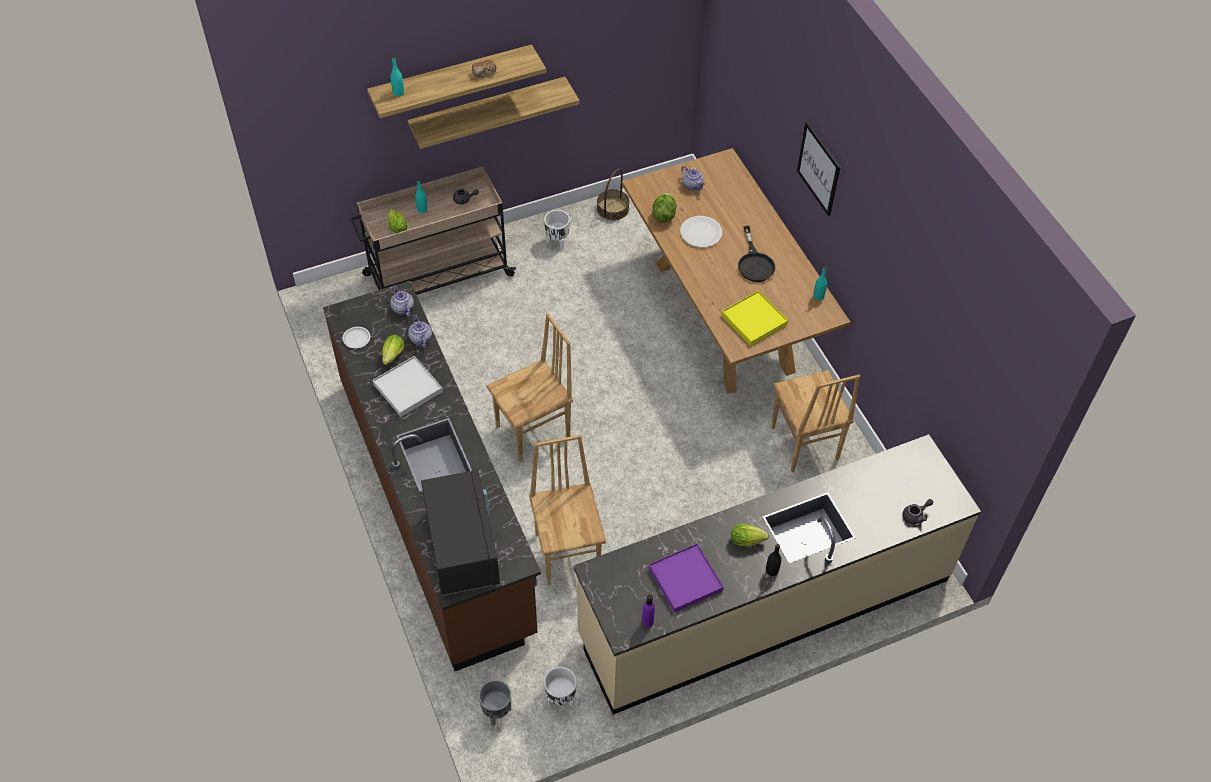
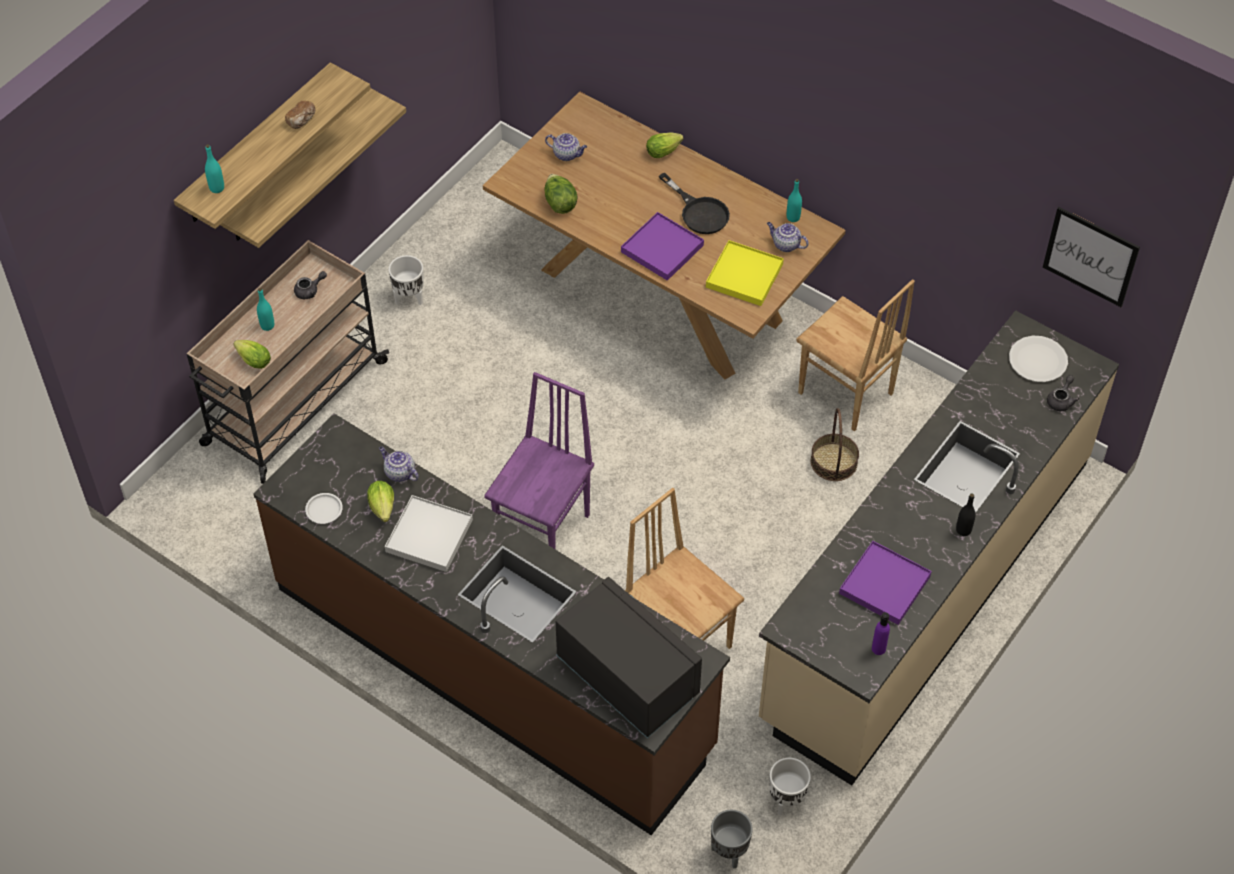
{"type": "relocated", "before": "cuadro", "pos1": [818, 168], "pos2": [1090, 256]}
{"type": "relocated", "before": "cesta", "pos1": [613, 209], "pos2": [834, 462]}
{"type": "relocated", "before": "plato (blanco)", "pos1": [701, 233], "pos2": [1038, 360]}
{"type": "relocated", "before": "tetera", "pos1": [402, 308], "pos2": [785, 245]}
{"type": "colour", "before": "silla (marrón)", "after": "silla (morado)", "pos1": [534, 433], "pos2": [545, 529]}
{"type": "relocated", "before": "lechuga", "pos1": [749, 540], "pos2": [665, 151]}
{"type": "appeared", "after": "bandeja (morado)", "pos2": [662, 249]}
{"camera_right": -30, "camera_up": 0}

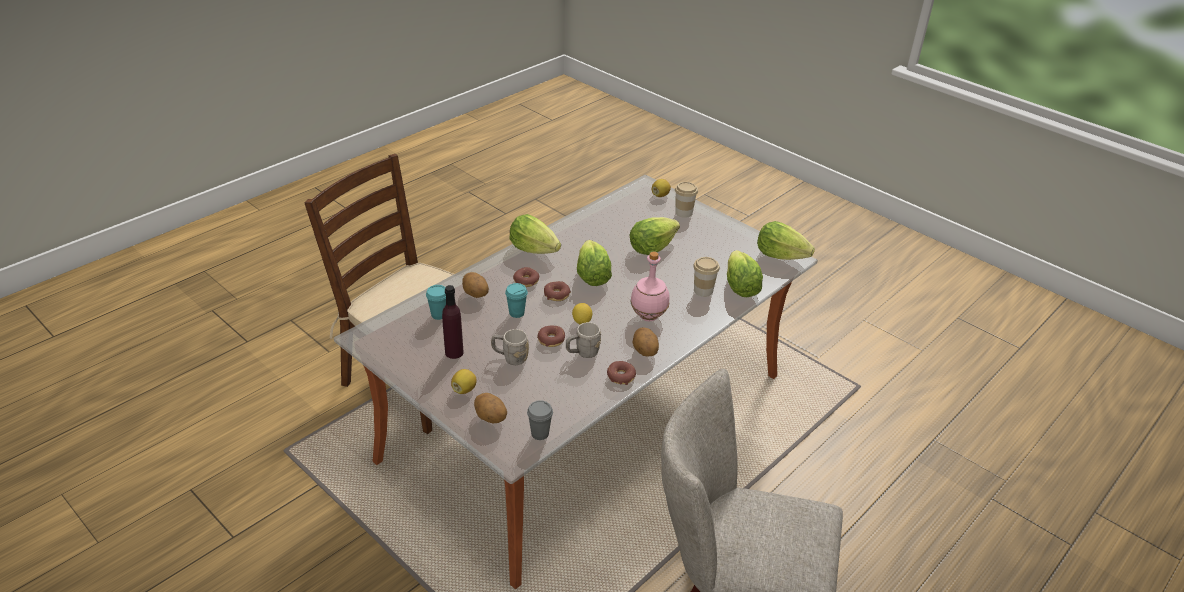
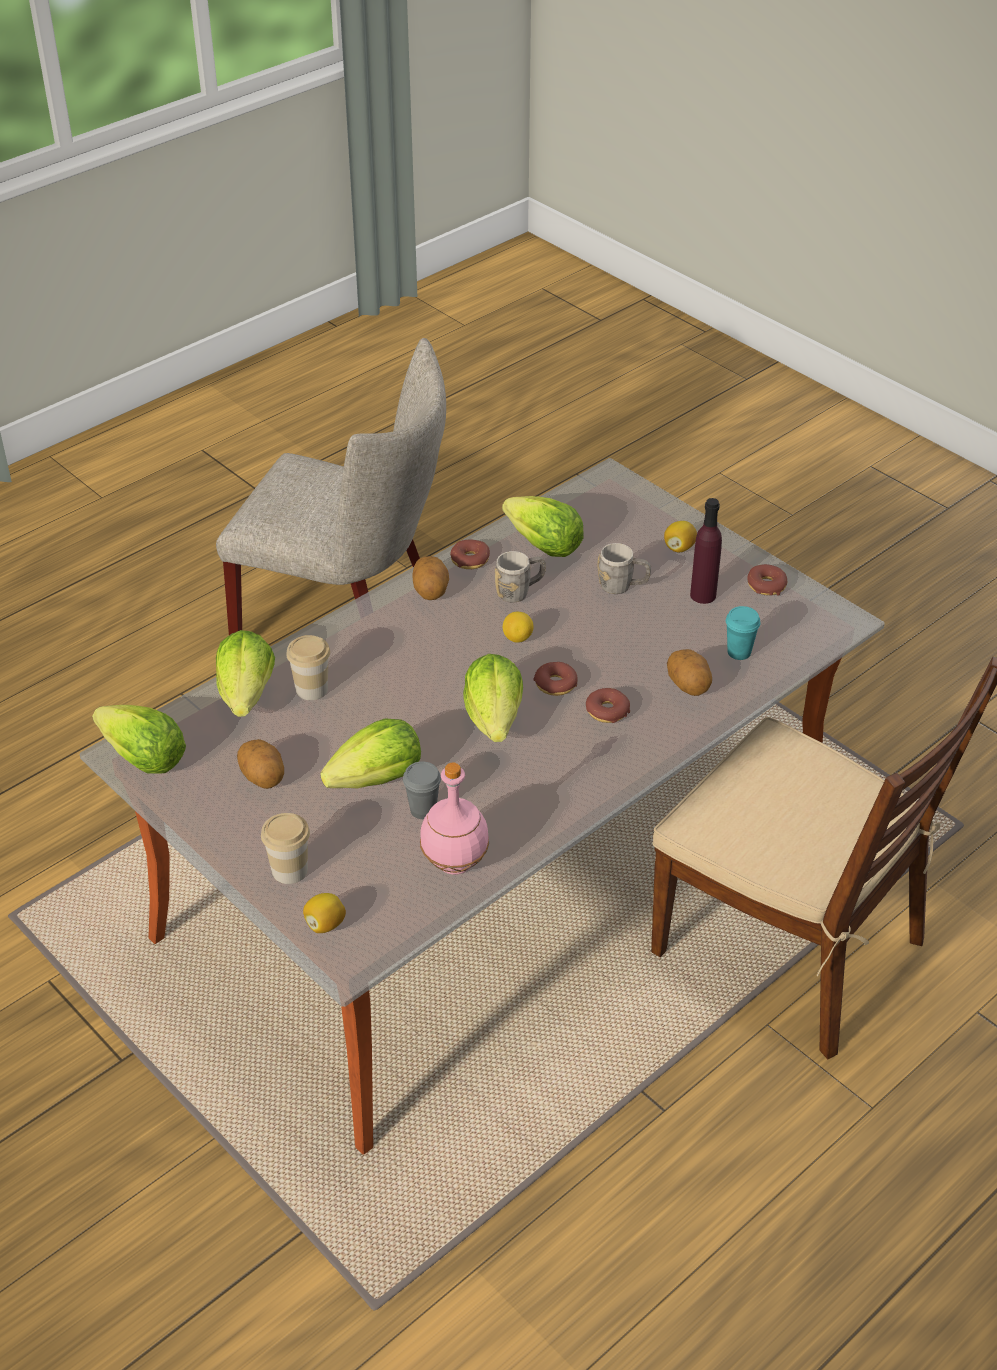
{"type": "relocated", "before": "lechuga", "pos1": [533, 249], "pos2": [544, 546]}
{"type": "relocated", "before": "botella (rosa)", "pos1": [648, 316], "pos2": [456, 864]}
{"type": "missing", "before": "taza (turquesa)", "pos1": [516, 313]}
{"type": "relocated", "before": "rosquilla", "pos1": [551, 340], "pos2": [766, 585]}
{"type": "relocated", "before": "patata", "pos1": [490, 418], "pos2": [263, 778]}
{"type": "relocated", "before": "taza (gris)", "pos1": [540, 434], "pos2": [423, 810]}
{"camera_right": -175, "camera_up": 5}

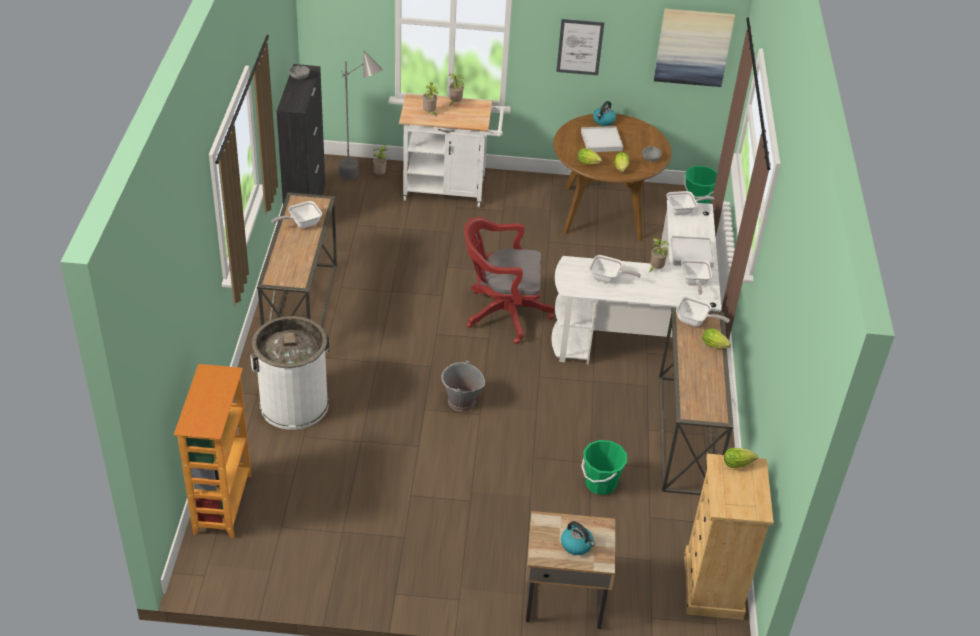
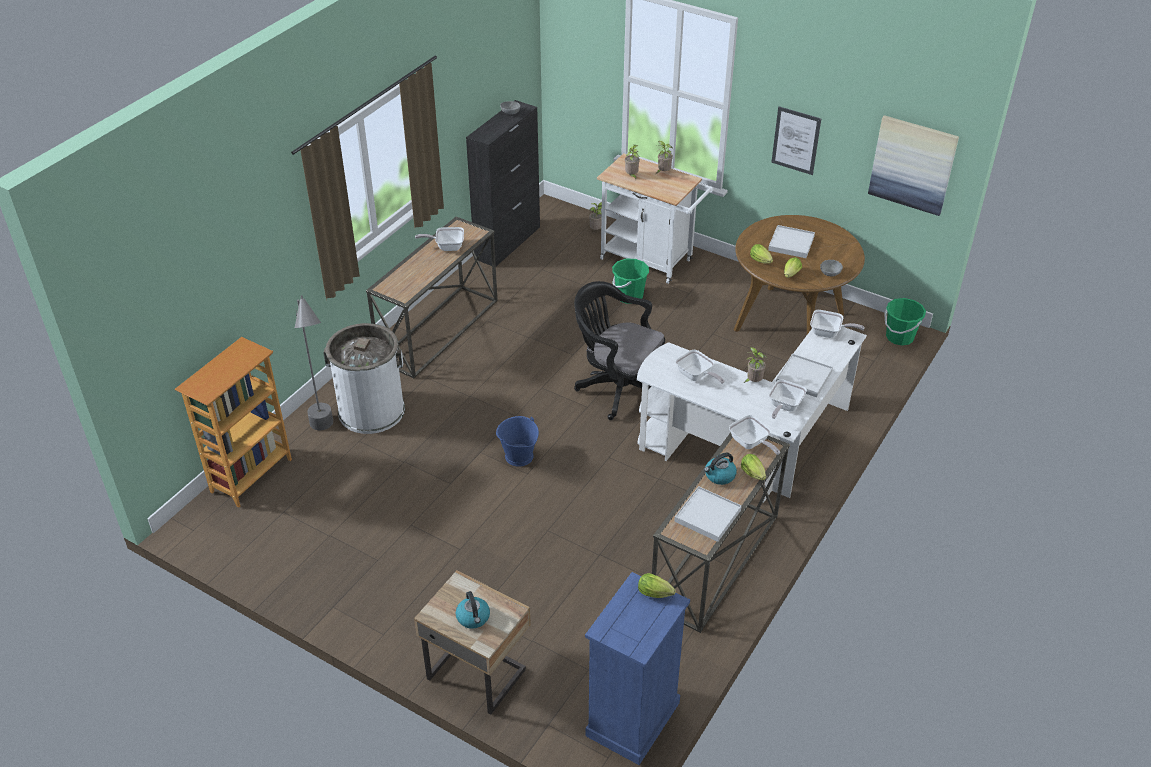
{"type": "relocated", "before": "lámpara de pie (gris)", "pos1": [360, 180], "pos2": [326, 435]}
{"type": "relocated", "before": "hervidor", "pos1": [603, 121], "pos2": [719, 476]}
{"type": "colour", "before": "silla de oficina (rojo)", "after": "silla de oficina (negro)", "pos1": [502, 313], "pos2": [617, 387]}
{"type": "colour", "before": "cubo (gris)", "after": "cubo (azul)", "pos1": [461, 401], "pos2": [518, 456]}
{"type": "relocated", "before": "cubo (verde)", "pos1": [600, 483], "pos2": [629, 296]}
{"type": "colour", "before": "cómoda (beis)", "after": "cómoda (azul)", "pos1": [713, 586], "pos2": [633, 719]}
{"type": "appeared", "after": "bandeja (blanco)", "pos2": [707, 516]}
{"camera_right": 30, "camera_up": 0}

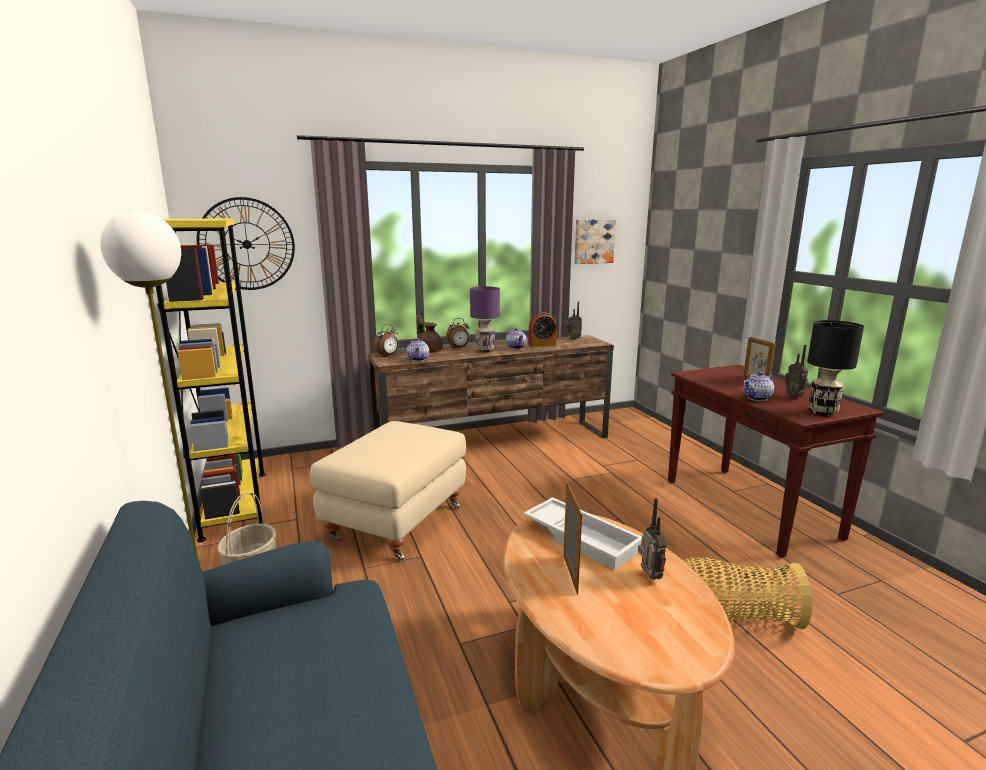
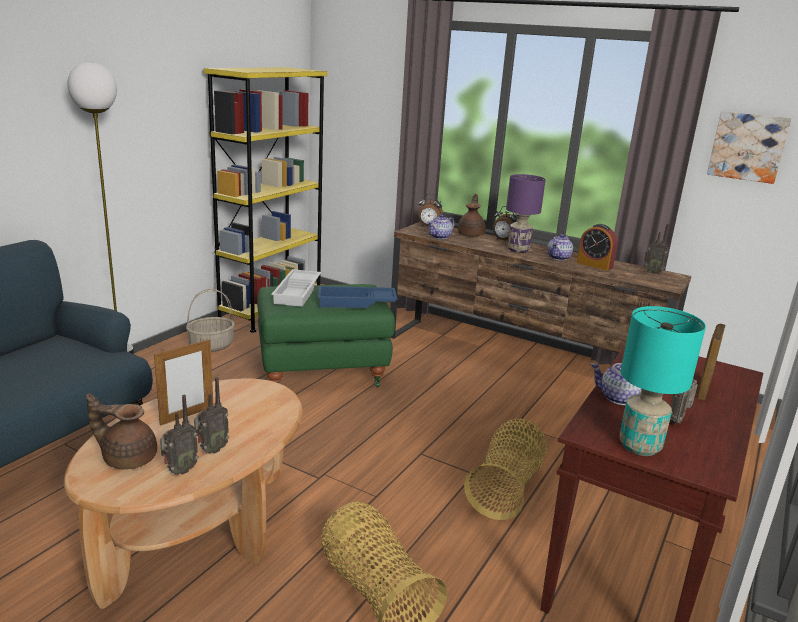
{"type": "missing", "before": "reloj de pared", "pos1": [247, 244]}
{"type": "colour", "before": "lámpara de mesa (negro)", "after": "lámpara de mesa (turquesa)", "pos1": [823, 412], "pos2": [639, 447]}
{"type": "colour", "before": "puf (beis)", "after": "puf (verde)", "pos1": [396, 521], "pos2": [323, 370]}
{"type": "relocated", "before": "bandeja (blanco)", "pos1": [582, 538], "pos2": [298, 292]}
{"type": "appeared", "after": "bandeja (azul)", "pos2": [356, 302]}
{"type": "appeared", "after": "tetera (marrón)", "pos2": [128, 458]}
{"type": "appeared", "after": "radio", "pos2": [179, 471]}
{"type": "appeared", "after": "cesta", "pos2": [506, 487]}
{"camera_right": 50, "camera_up": 5}

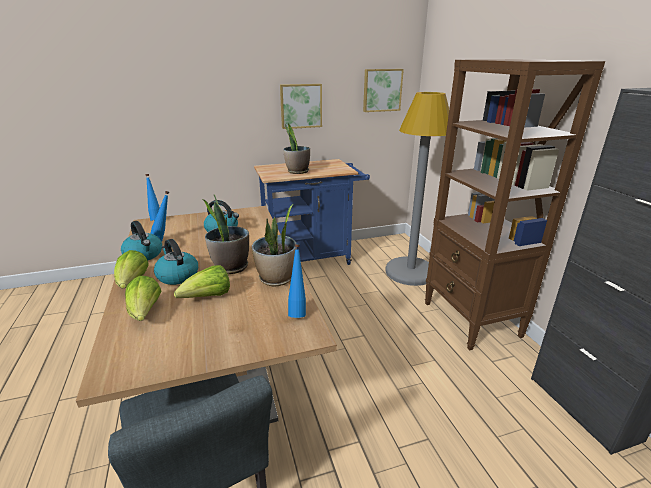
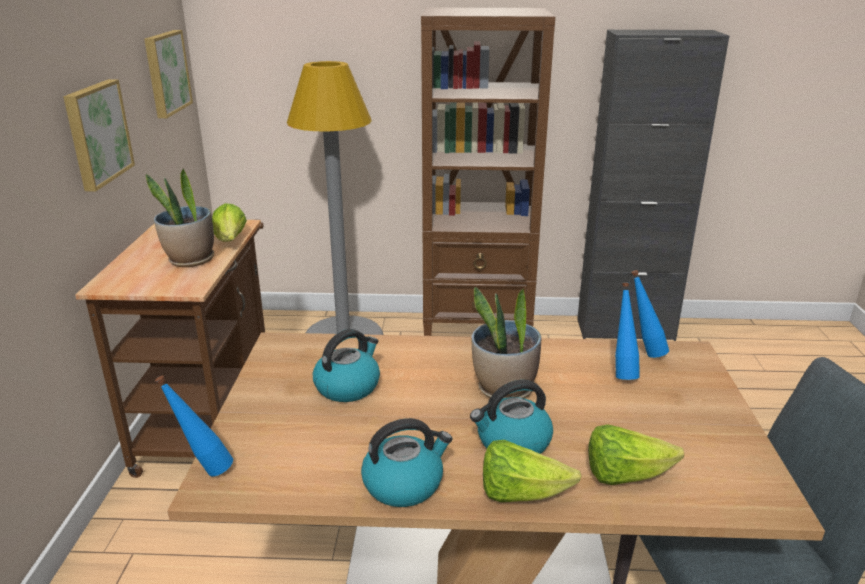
{"type": "colour", "before": "carrito (azul)", "after": "carrito (marrón)", "pos1": [312, 258], "pos2": [211, 419]}
{"type": "relocated", "before": "botella (azul)", "pos1": [164, 240], "pos2": [622, 373]}
{"type": "missing", "before": "planta en maceta", "pos1": [276, 279]}
{"type": "relocated", "before": "lechuga", "pos1": [208, 297], "pos2": [231, 241]}
{"camera_right": -70, "camera_up": 0}

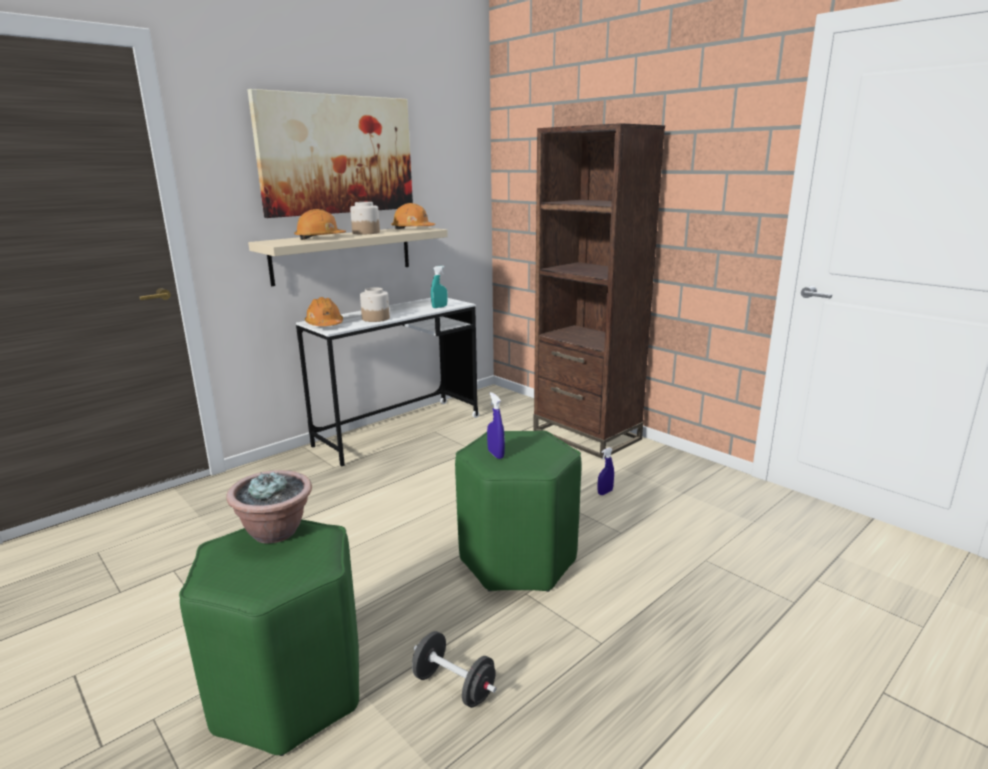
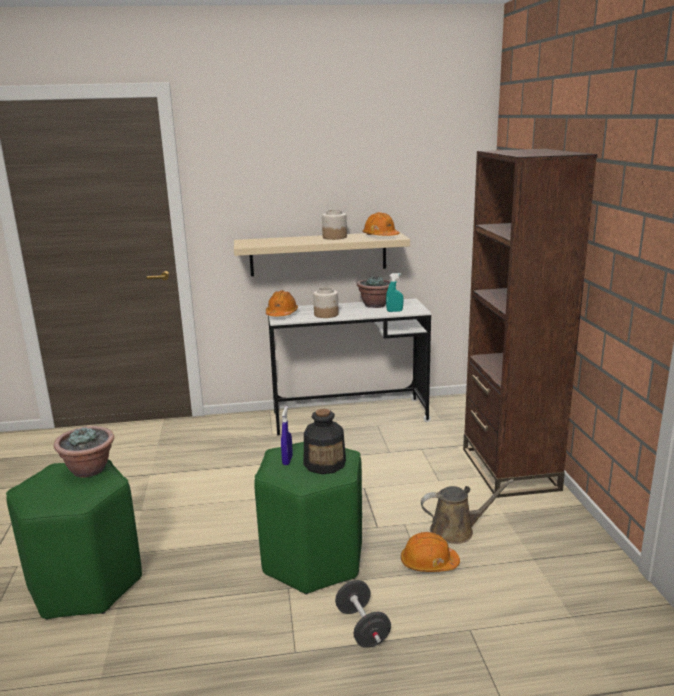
{"type": "missing", "before": "cuadro", "pos1": [337, 155]}
{"type": "relocated", "before": "casco (naranja)", "pos1": [320, 238], "pos2": [428, 563]}
{"type": "exchanged", "before": "pulverizador (azul)", "after": "regadera (marrón)", "pos1": [605, 492], "pos2": [456, 530]}
{"type": "relocated", "before": "mancuerna (negro)", "pos1": [454, 686], "pos2": [362, 627]}
{"type": "appeared", "after": "planta en maceta", "pos2": [375, 305]}
{"type": "appeared", "after": "botella", "pos2": [325, 463]}
{"camera_right": 35, "camera_up": 0}

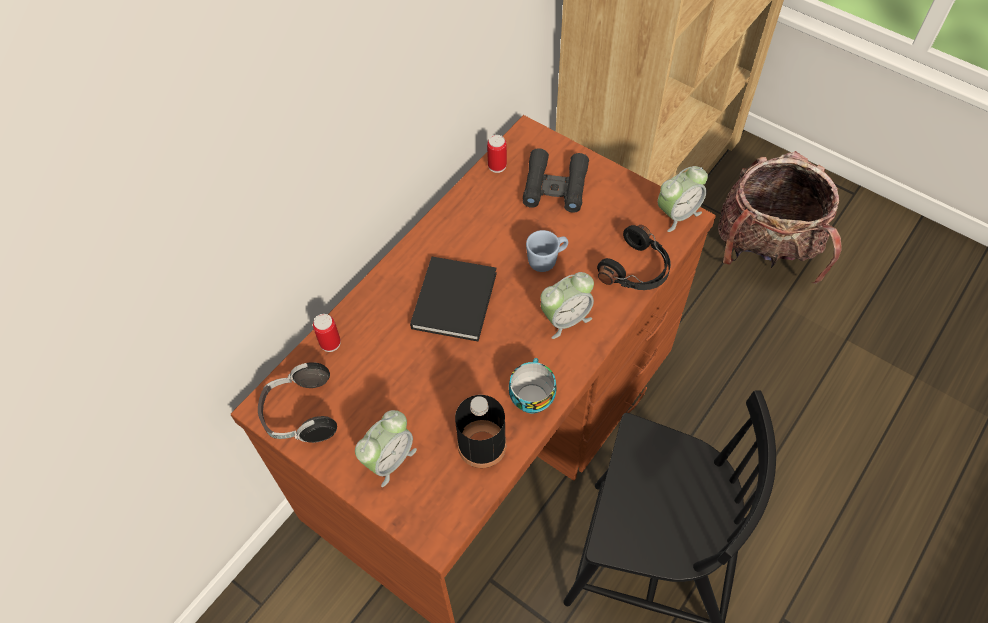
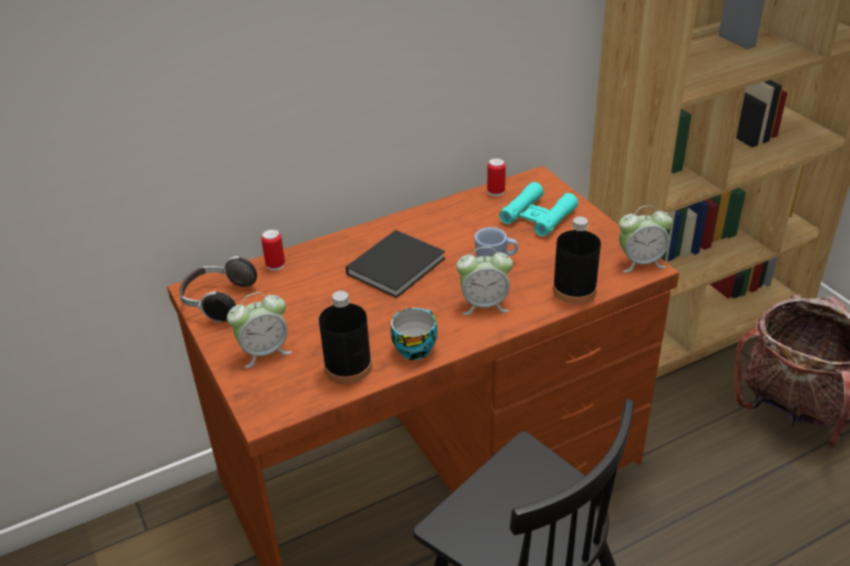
{"type": "colour", "before": "prismáticos (negro)", "after": "prismáticos (turquesa)", "pos1": [555, 186], "pos2": [538, 216]}
{"type": "exchanged", "before": "auriculares (negro)", "after": "botella (negro)", "pos1": [636, 270], "pos2": [574, 290]}
{"camera_right": 25, "camera_up": -20}

